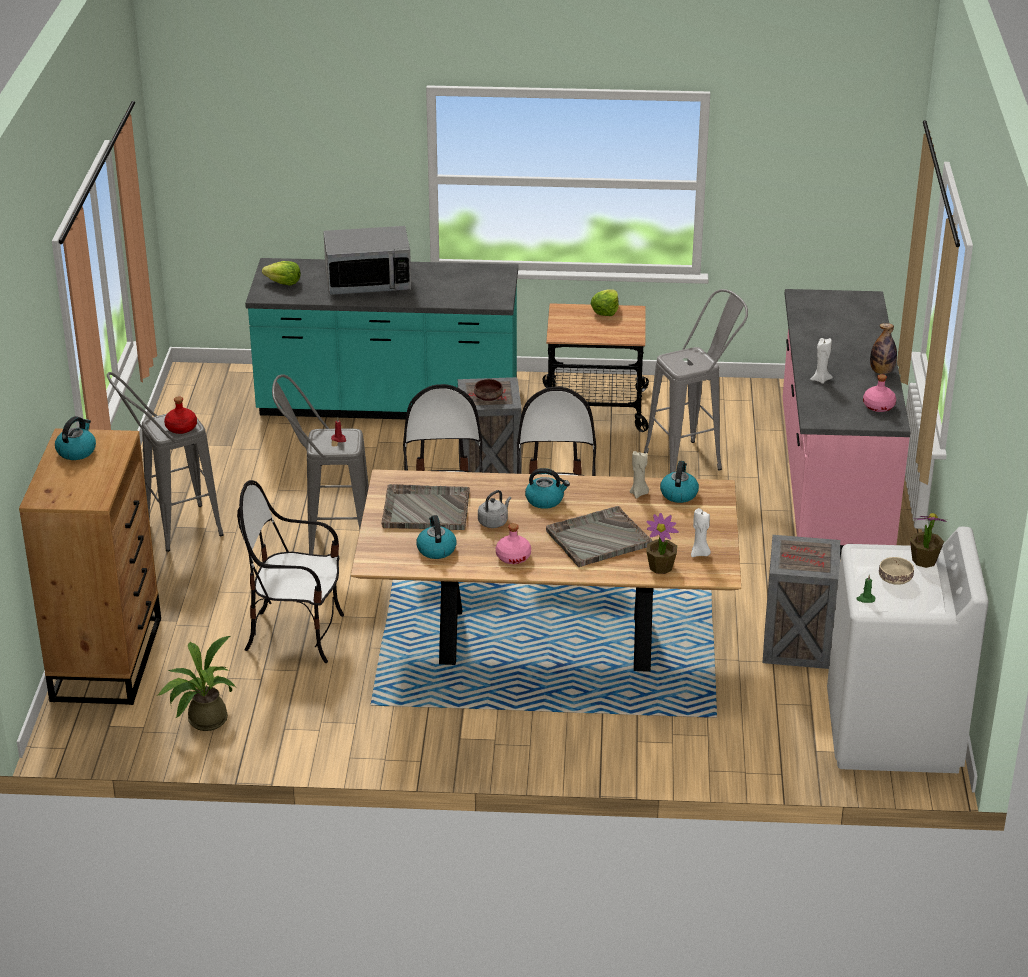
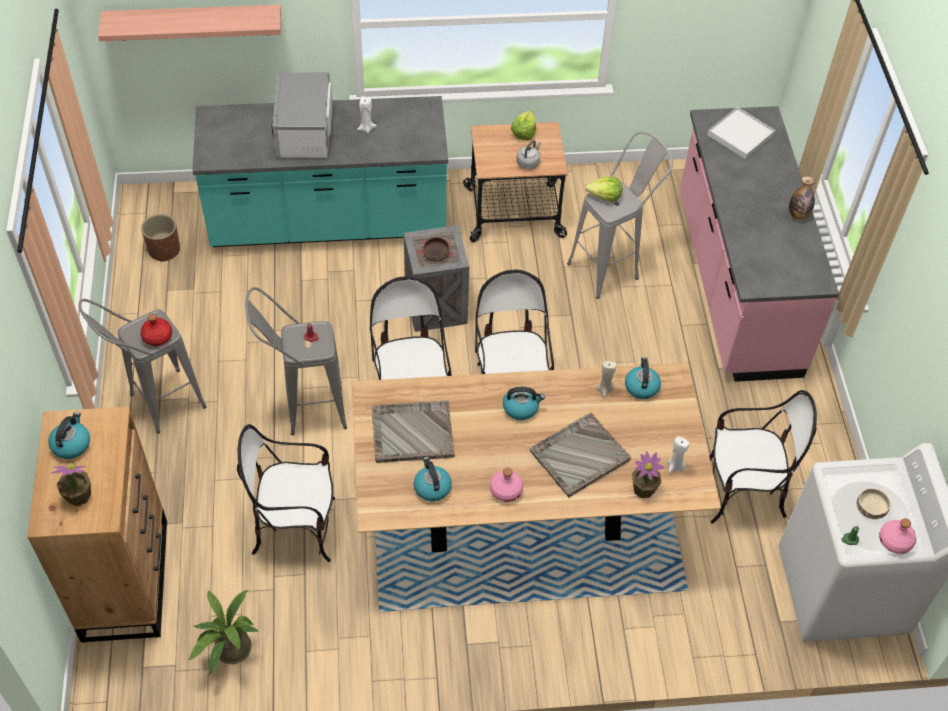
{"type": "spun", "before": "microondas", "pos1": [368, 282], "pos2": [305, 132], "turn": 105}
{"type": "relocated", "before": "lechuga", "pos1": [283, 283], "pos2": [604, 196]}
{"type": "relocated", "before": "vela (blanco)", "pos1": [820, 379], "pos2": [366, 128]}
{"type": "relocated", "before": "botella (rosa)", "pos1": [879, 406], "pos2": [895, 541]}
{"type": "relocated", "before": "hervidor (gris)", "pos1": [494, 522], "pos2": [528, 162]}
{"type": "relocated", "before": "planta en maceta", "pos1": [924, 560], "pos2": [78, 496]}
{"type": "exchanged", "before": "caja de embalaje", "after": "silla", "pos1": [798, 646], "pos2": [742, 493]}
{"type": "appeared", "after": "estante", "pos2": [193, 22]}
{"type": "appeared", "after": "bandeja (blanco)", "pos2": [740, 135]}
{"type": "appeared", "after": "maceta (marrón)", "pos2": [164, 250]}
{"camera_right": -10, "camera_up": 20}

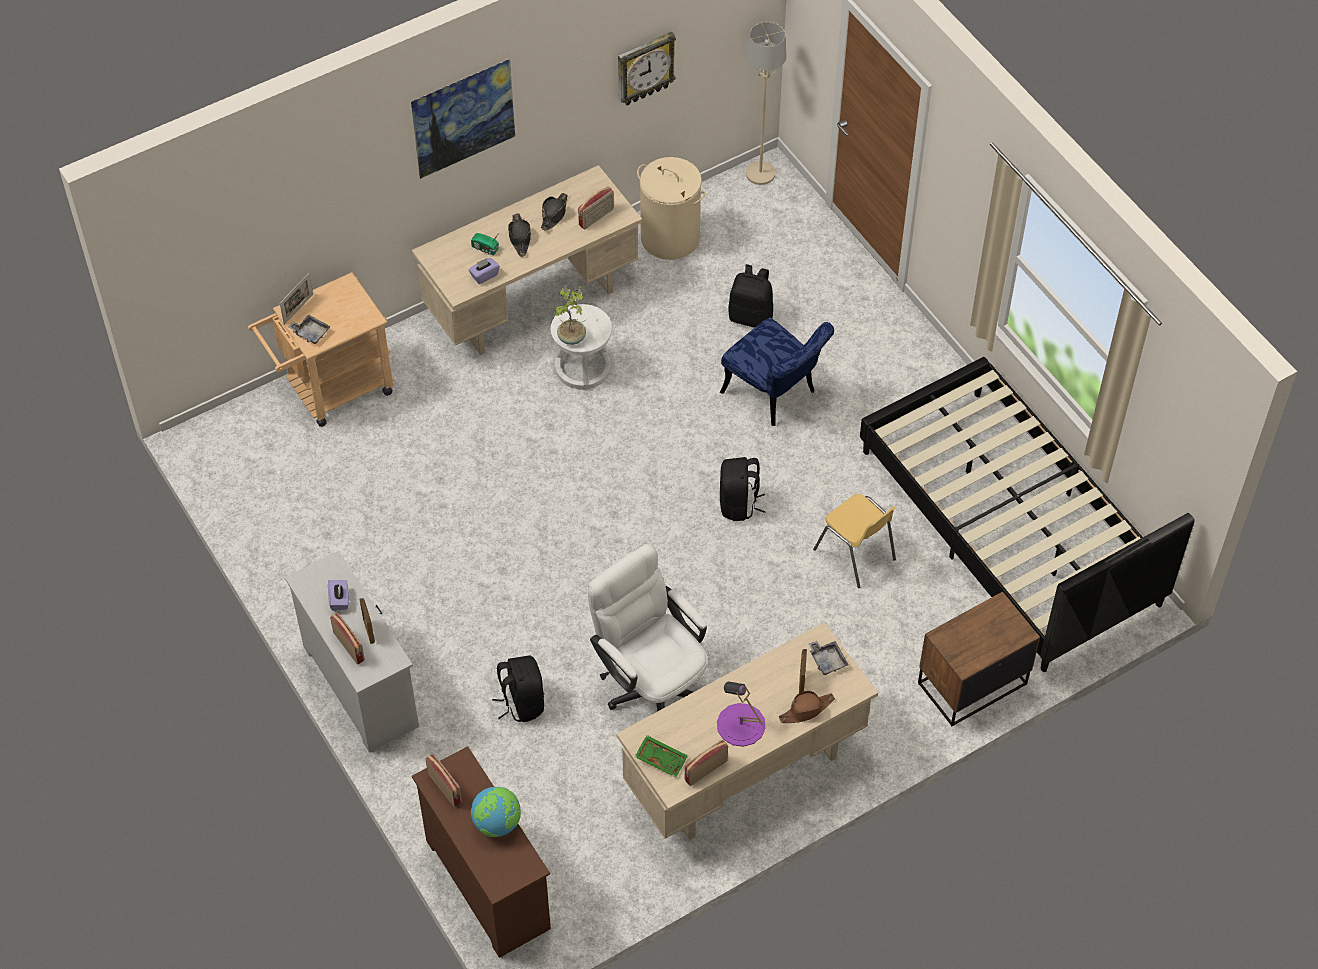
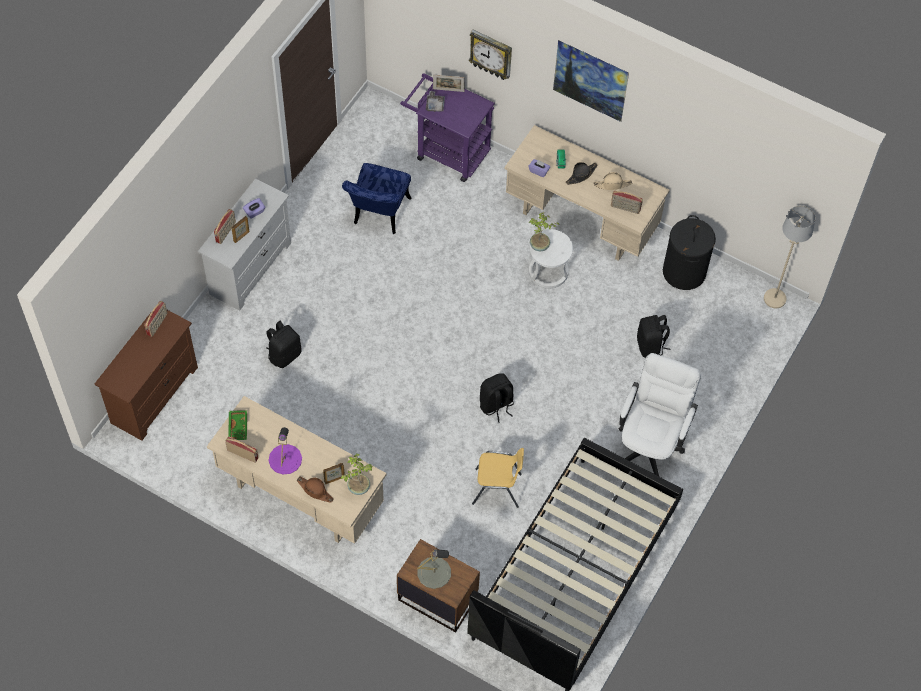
{"type": "relocated", "before": "reloj de pared", "pos1": [644, 68], "pos2": [491, 54]}
{"type": "colour", "before": "cesto de la ropa (beis)", "after": "cesto de la ropa (negro)", "pos1": [670, 238], "pos2": [684, 272]}
{"type": "colour", "before": "sombrero (negro)", "after": "sombrero (beis)", "pos1": [554, 214], "pos2": [612, 184]}
{"type": "colour", "before": "carrito (beis)", "after": "carrito (morado)", "pos1": [331, 390], "pos2": [447, 151]}
{"type": "relocated", "before": "silla (azul)", "pos1": [774, 395], "pos2": [379, 215]}
{"type": "spun", "before": "silla (amarillo)", "pos1": [855, 555], "pos2": [497, 489], "turn": -105}
{"type": "relocated", "before": "silla de oficina (blanco)", "pos1": [651, 683], "pos2": [650, 443]}
{"type": "exchanged", "before": "bandeja (gris)", "after": "planta en maceta", "pos1": [827, 660], "pos2": [358, 487]}
{"type": "missing", "before": "globo terráqueo", "pos1": [497, 823]}
{"type": "appeared", "after": "lámpara de mesa (gris)", "pos2": [434, 572]}
{"camera_right": 60, "camera_up": 5}

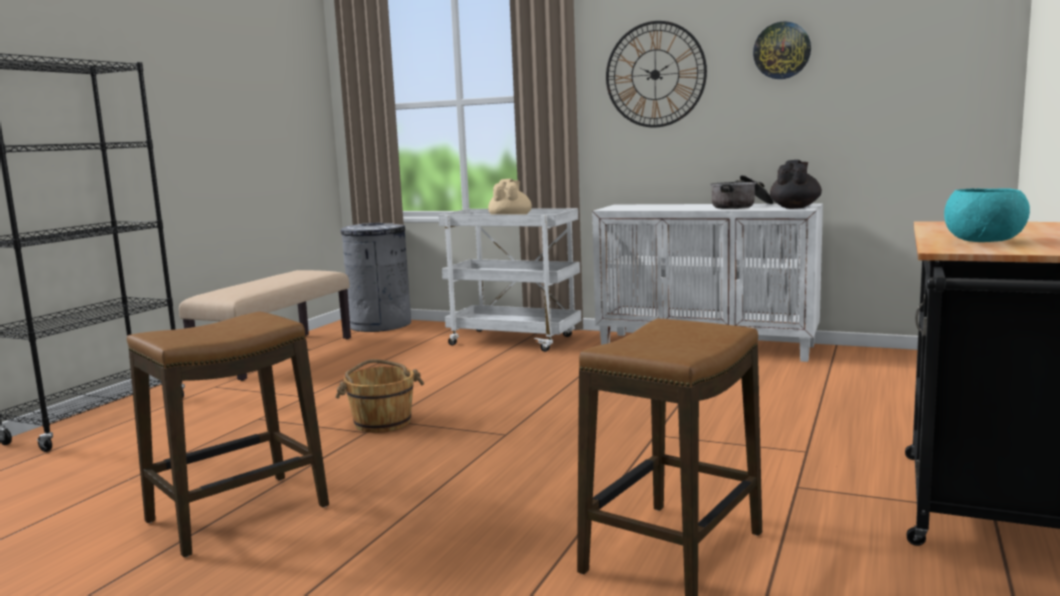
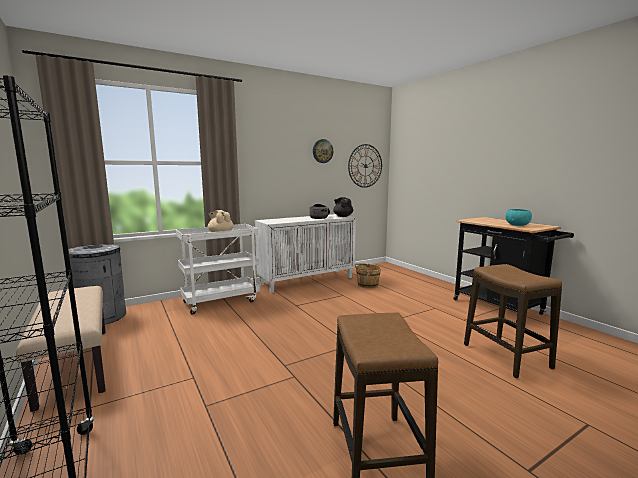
{"type": "relocated", "before": "reloj de pared", "pos1": [655, 74], "pos2": [365, 166]}
{"type": "relocated", "before": "cubo (marrón)", "pos1": [382, 422], "pos2": [367, 284]}
{"camera_right": -55, "camera_up": 0}

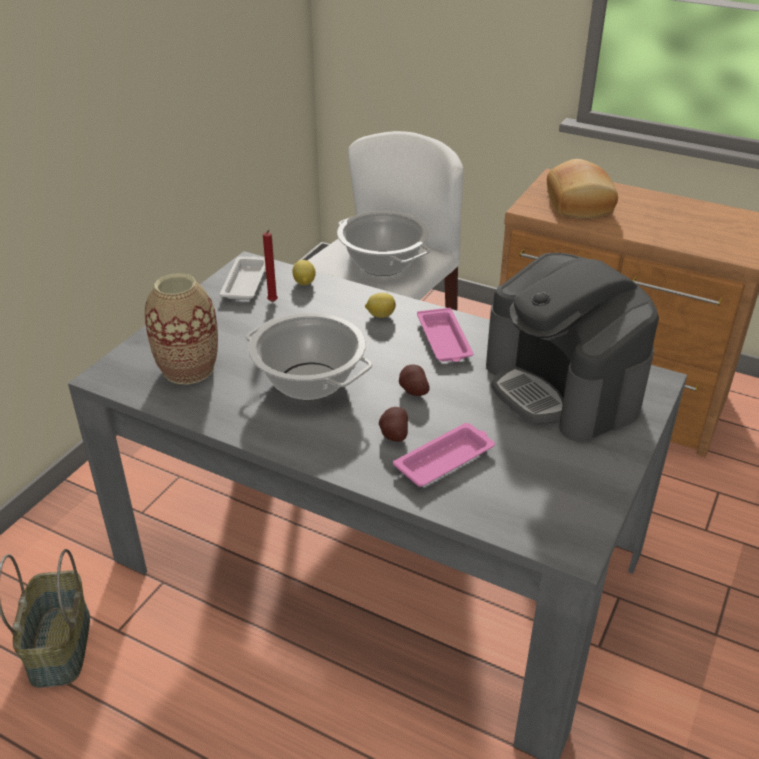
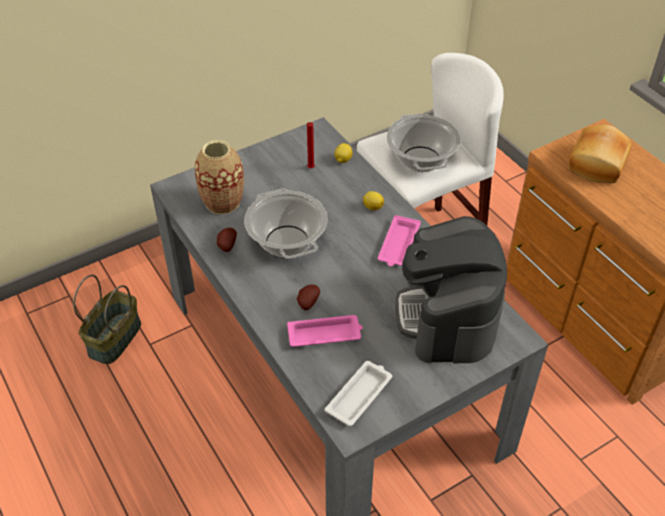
{"type": "relocated", "before": "bandeja (blanco)", "pos1": [246, 282], "pos2": [360, 395]}
{"type": "relocated", "before": "patata", "pos1": [412, 391], "pos2": [226, 246]}
{"camera_right": 30, "camera_up": 10}

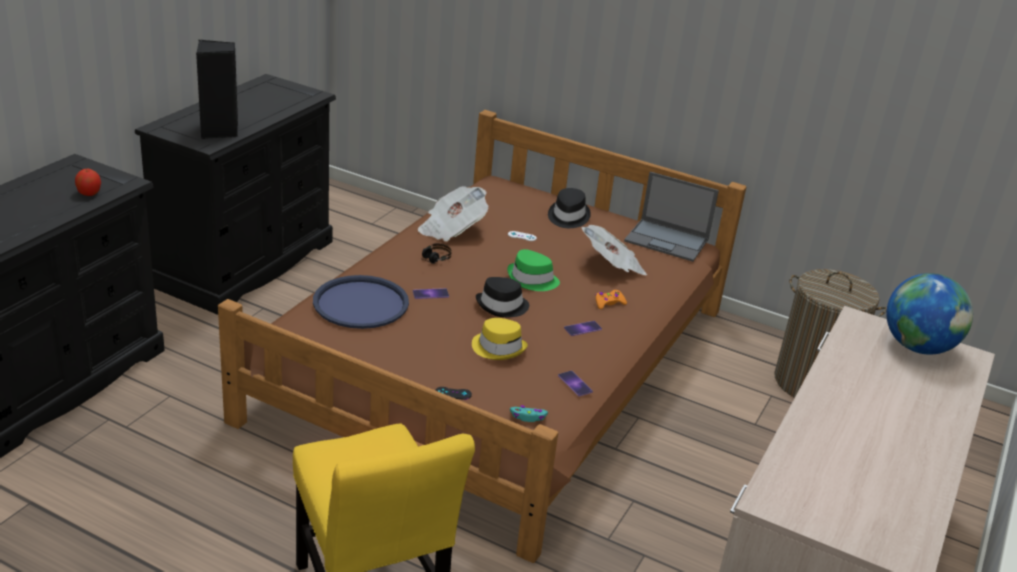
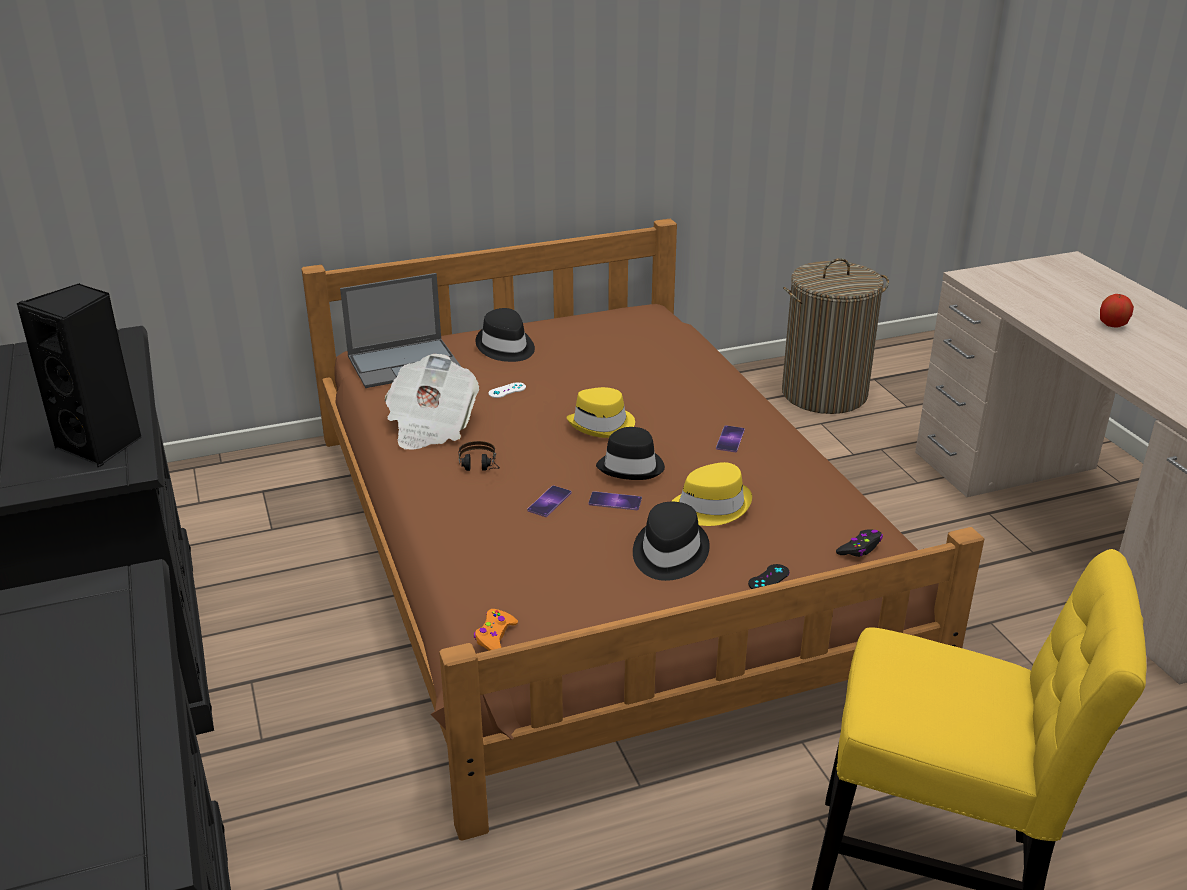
{"type": "relocated", "before": "manzana", "pos1": [89, 193], "pos2": [1112, 325]}
{"type": "relocated", "before": "portátil", "pos1": [667, 240], "pos2": [405, 363]}
{"type": "missing", "before": "periódico", "pos1": [612, 266]}
{"type": "colour", "before": "sombrero (verde)", "after": "sombrero (amarillo)", "pos1": [532, 280], "pos2": [602, 425]}
{"type": "missing", "before": "globo terráqueo", "pos1": [917, 347]}
{"type": "missing", "before": "bandeja (azul)", "pos1": [361, 303]}
{"type": "relocated", "before": "mando de consola (naranja)", "pos1": [609, 303], "pos2": [495, 637]}
{"type": "relocated", "before": "móvil", "pos1": [575, 383], "pos2": [615, 501]}
{"type": "colour", "before": "mando de consola (turquesa)", "after": "mando de consola (negro)", "pos1": [528, 417], "pos2": [860, 548]}
{"type": "appeared", "after": "sombrero (negro)", "pos2": [668, 553]}
{"camera_right": -45, "camera_up": 0}

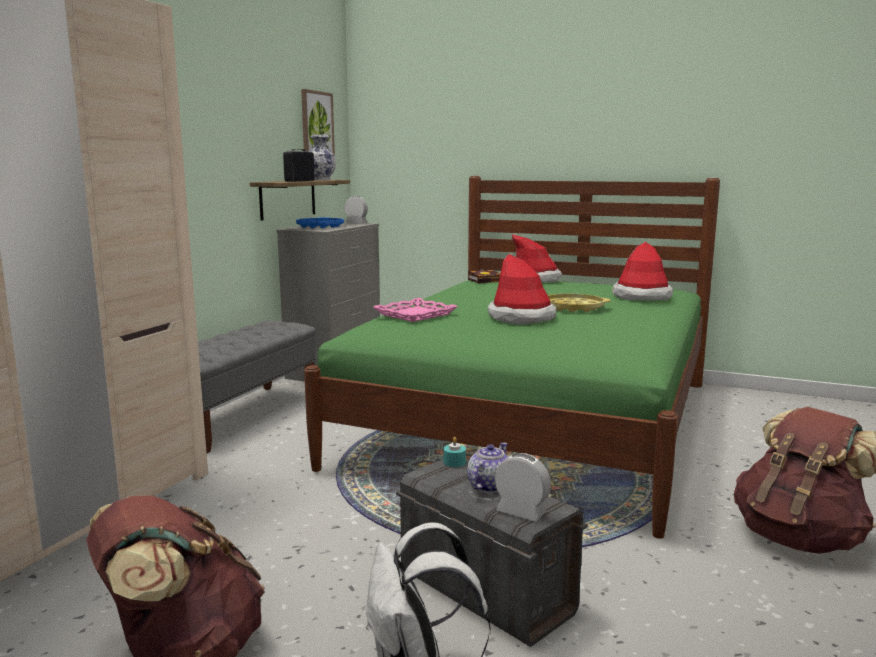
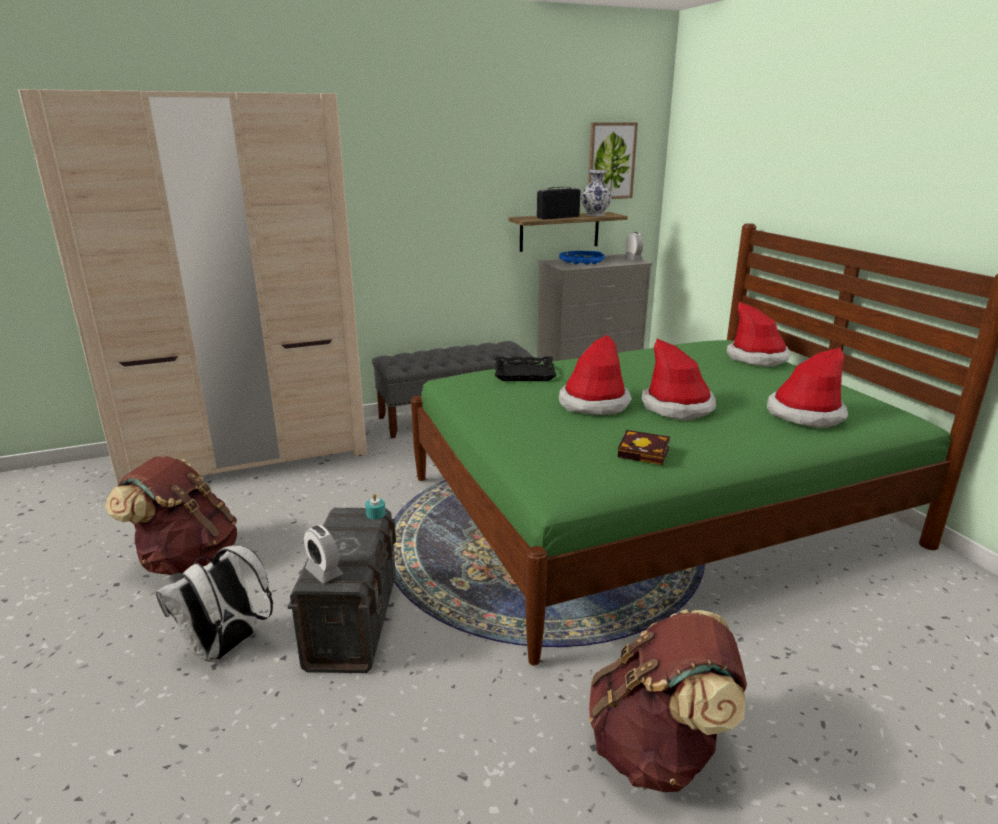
{"type": "relocated", "before": "libro", "pos1": [486, 280], "pos2": [646, 453]}
{"type": "exchanged", "before": "bandeja (amarillo)", "after": "sombrero", "pos1": [573, 308], "pos2": [677, 407]}
{"type": "colour", "before": "bandeja (rosa)", "after": "bandeja (negro)", "pos1": [415, 315], "pos2": [524, 373]}
{"type": "missing", "before": "tetera", "pos1": [488, 486]}
{"type": "spun", "before": "despertador", "pos1": [521, 512], "pos2": [324, 572], "turn": 150}
{"camera_right": 45, "camera_up": 10}

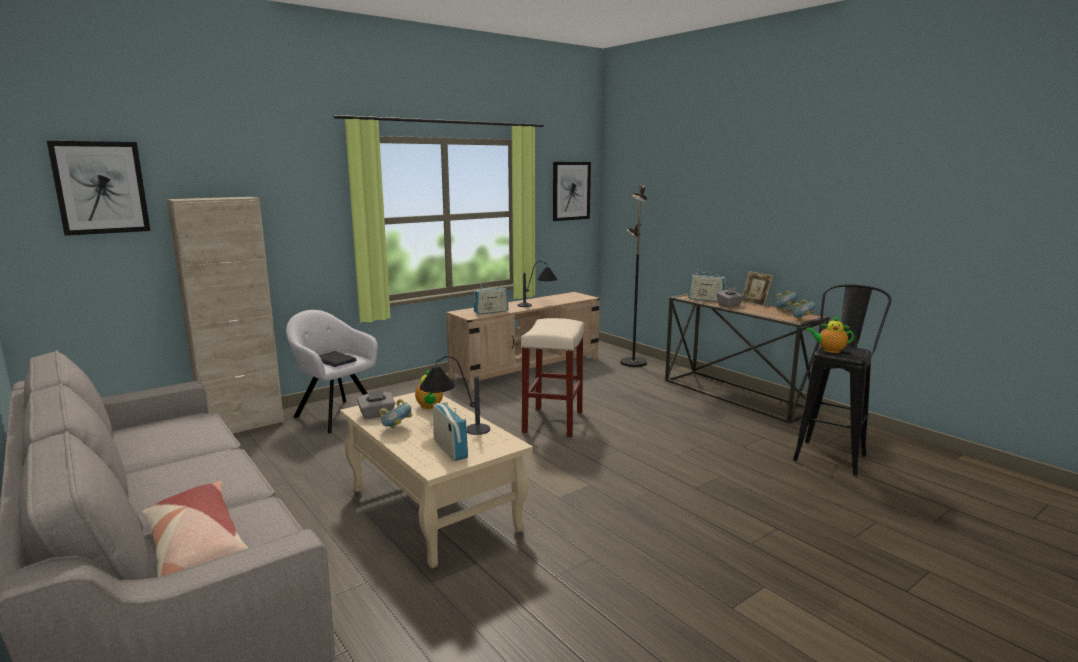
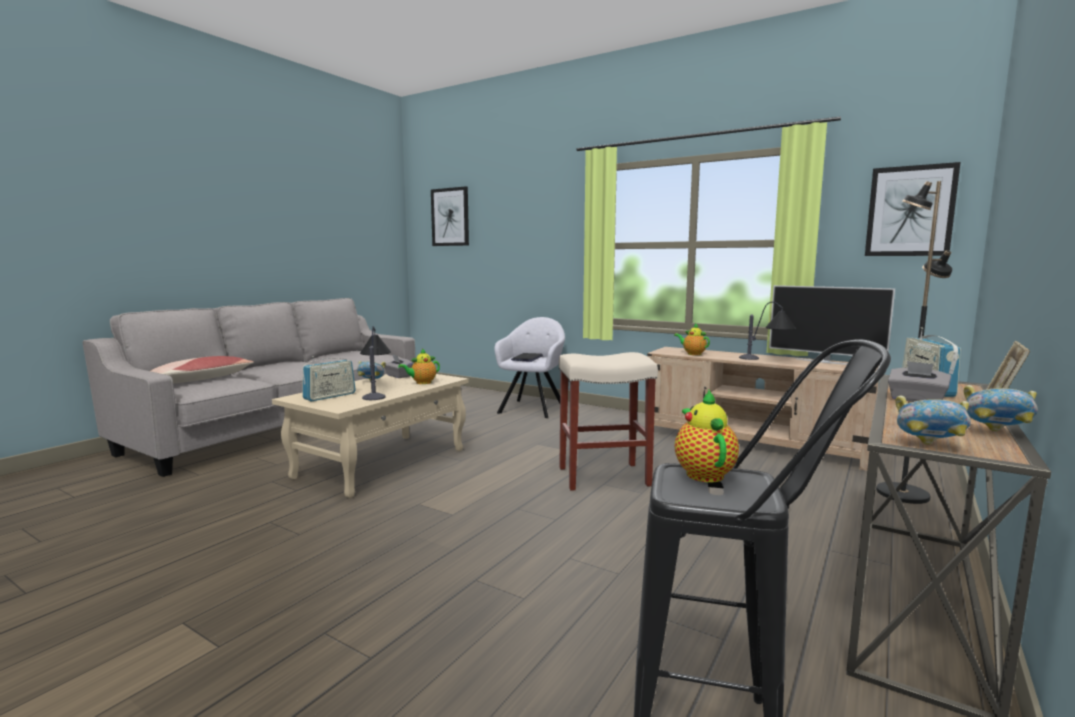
{"type": "missing", "before": "armario (beis)", "pos1": [242, 426]}
{"type": "exchanged", "before": "radio", "after": "tetera", "pos1": [491, 312], "pos2": [692, 354]}
{"type": "appeared", "after": "televisor", "pos2": [825, 362]}
{"camera_right": 70, "camera_up": -5}

